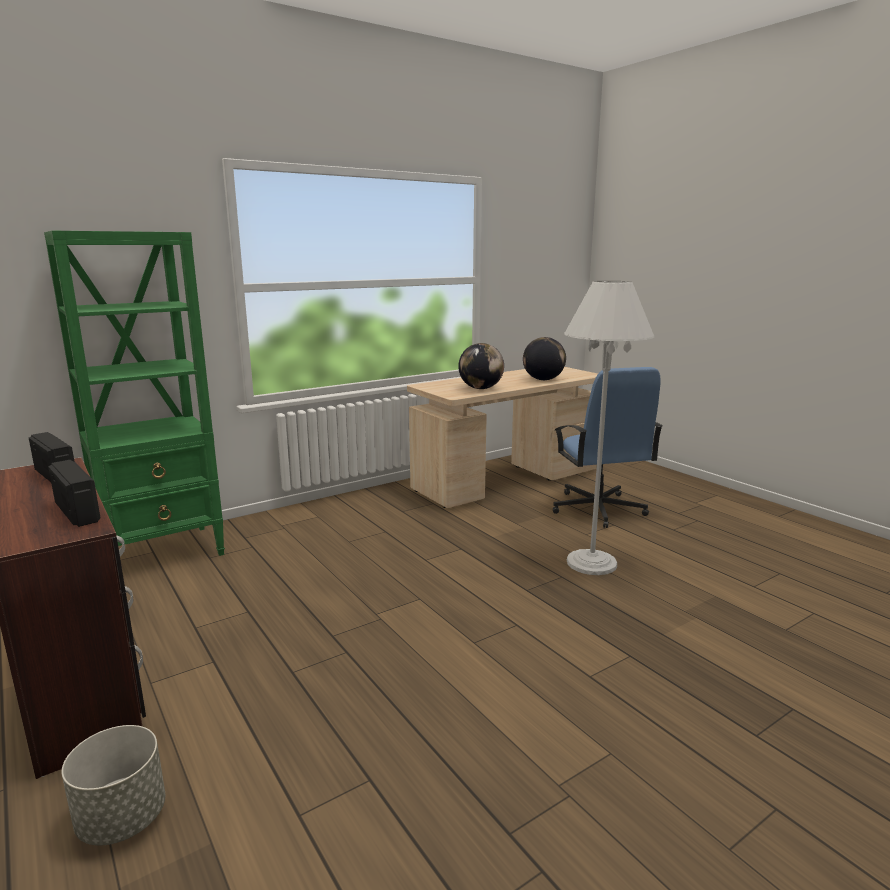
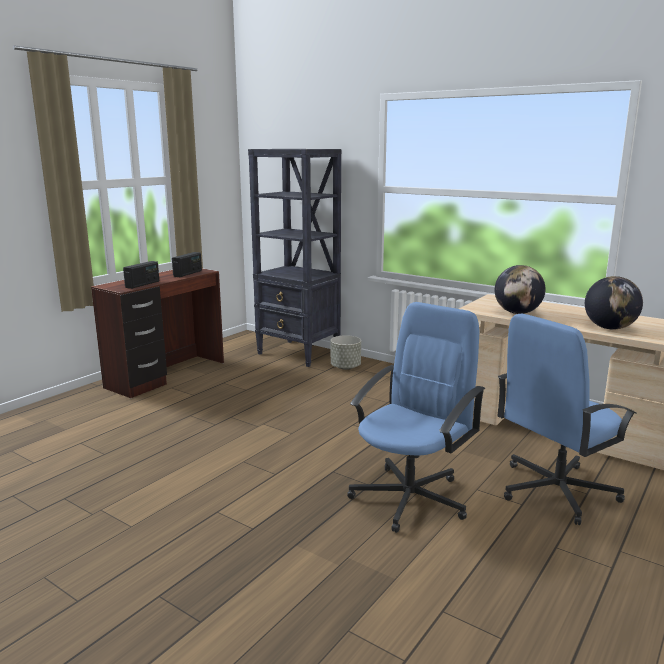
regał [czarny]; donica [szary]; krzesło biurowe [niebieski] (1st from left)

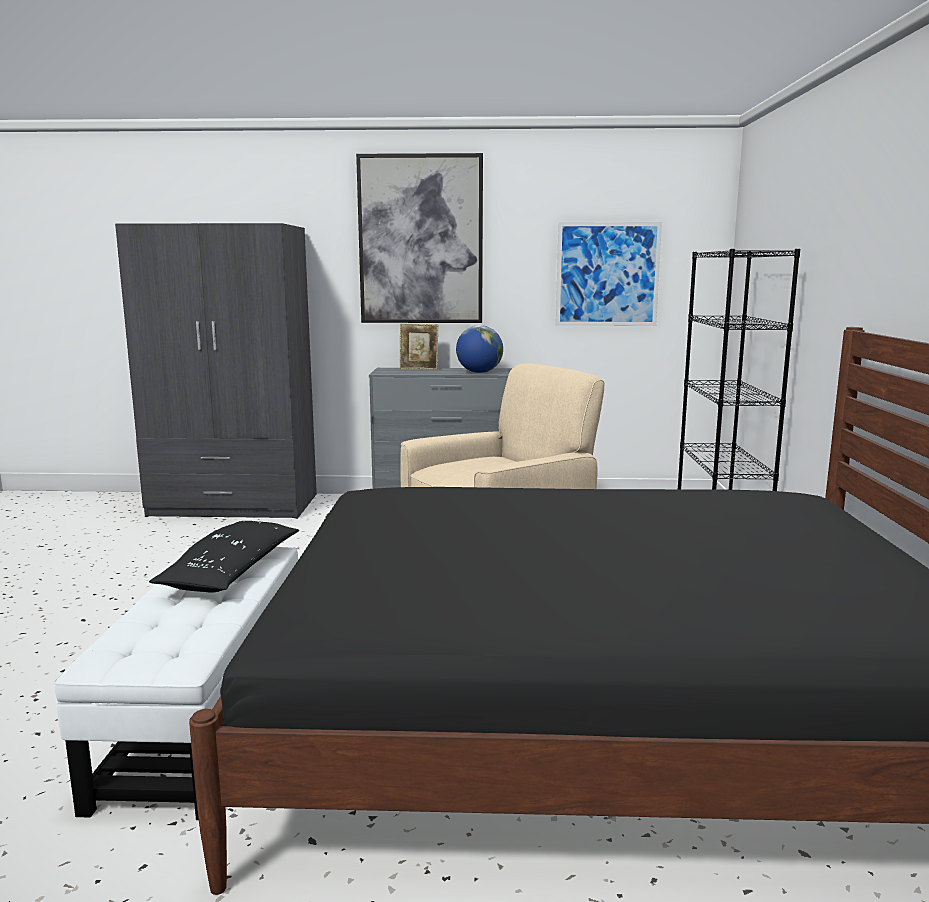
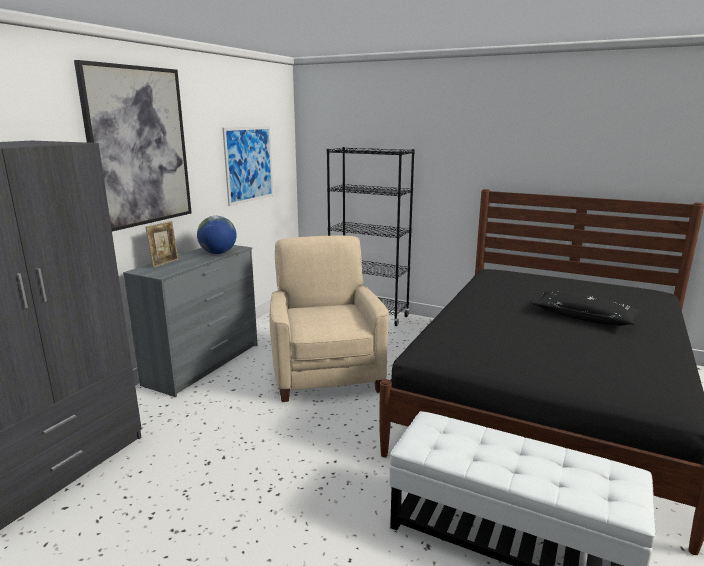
poduszka [czarny]

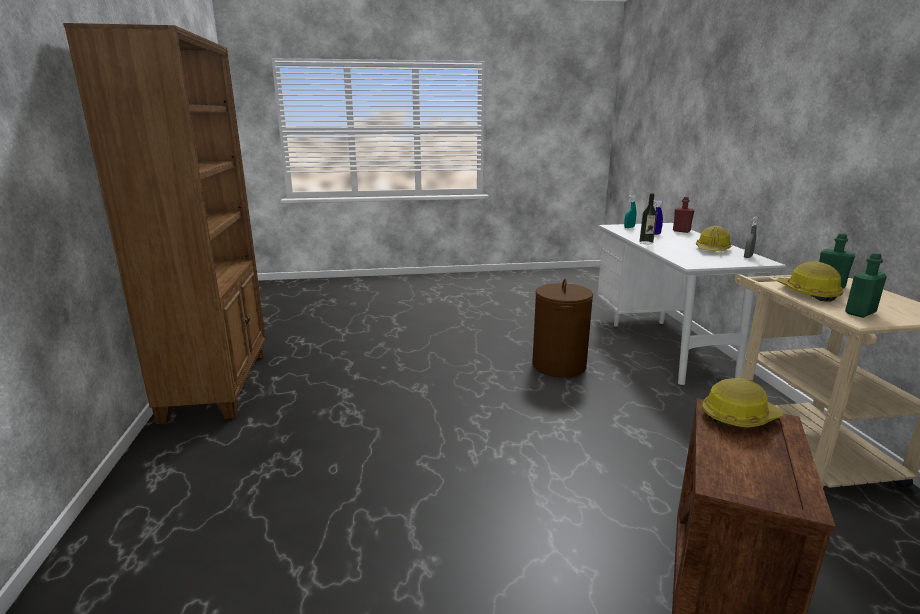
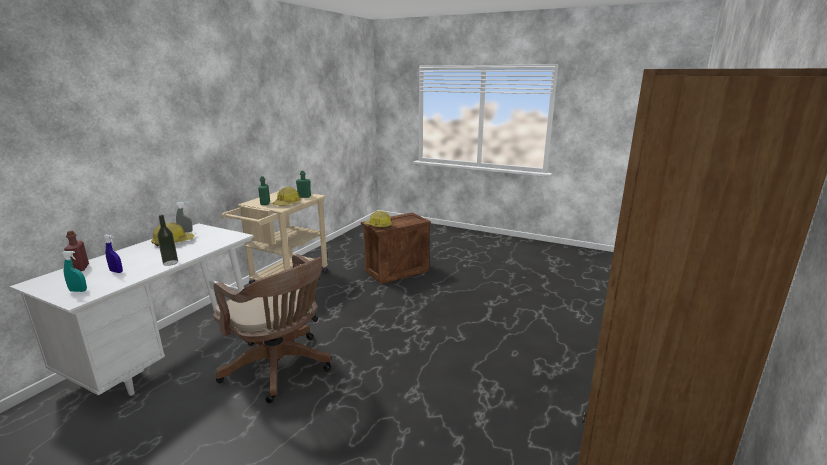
krzesło biurowe [brązowy]

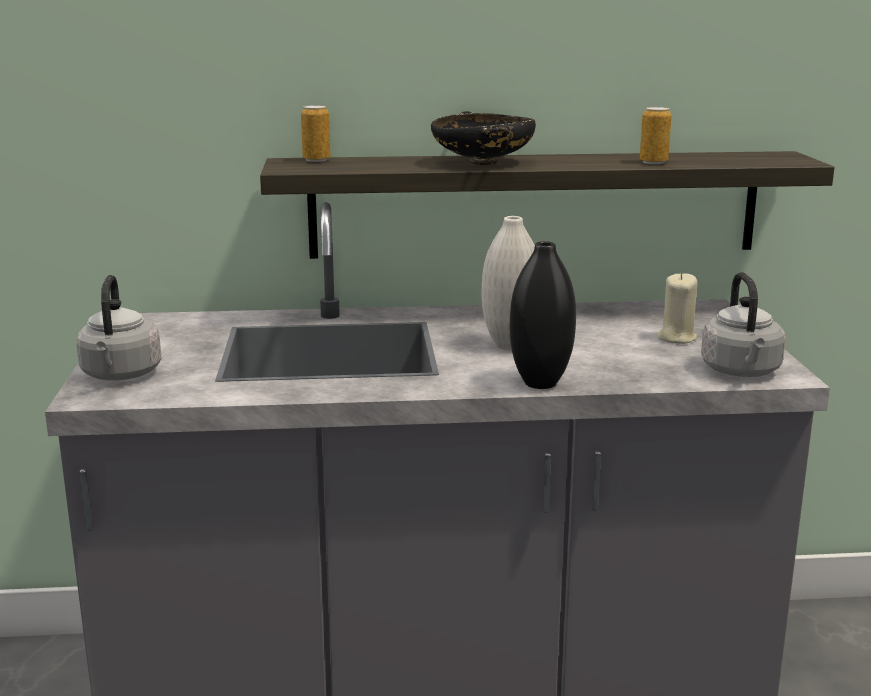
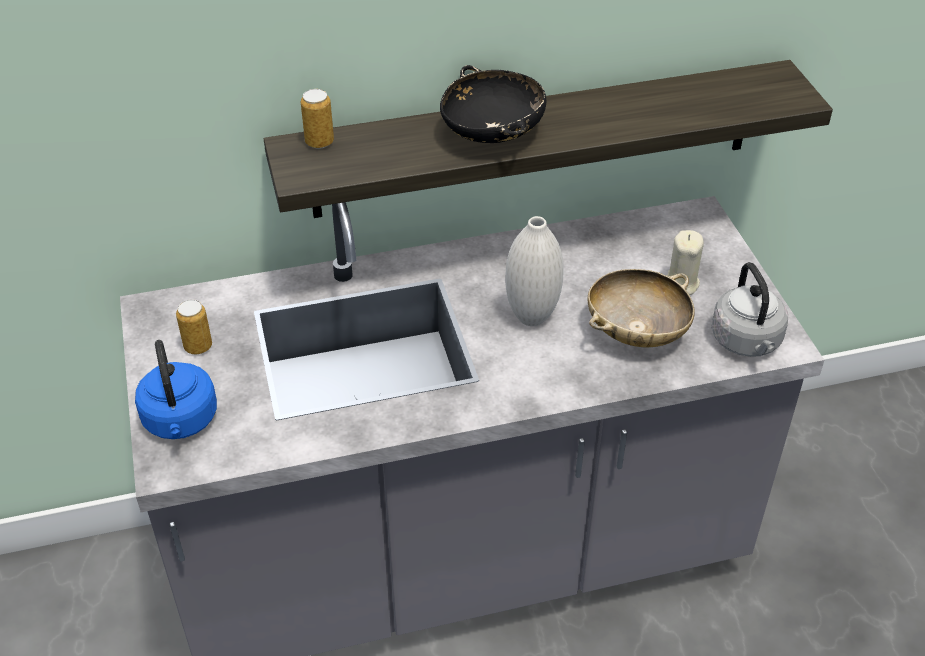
czajnik [niebieski]; puszka (1st from left); miska [beżowy]; wazon [czarny]

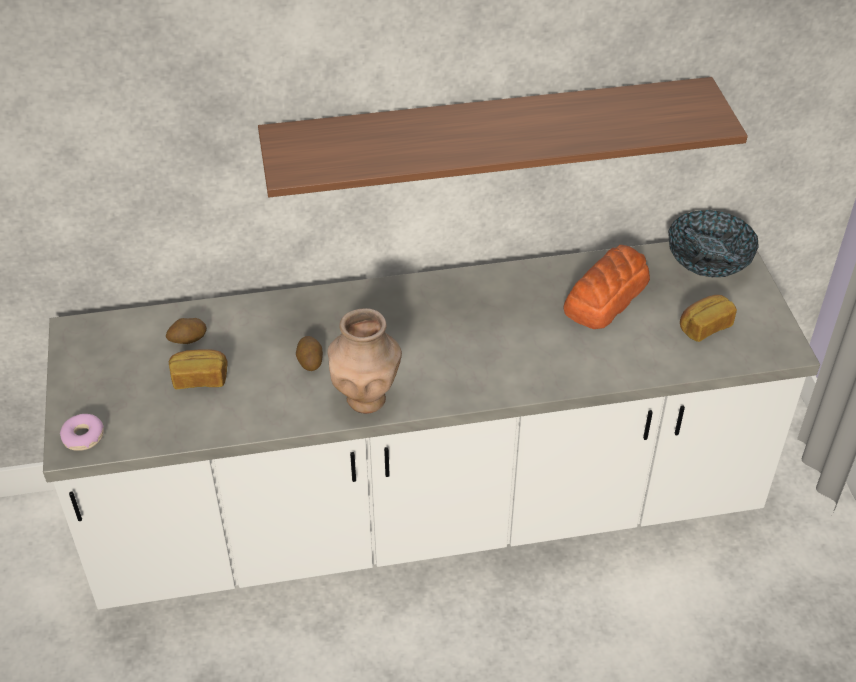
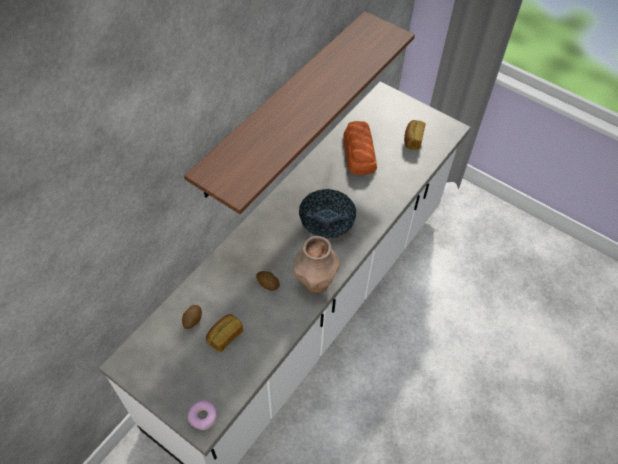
miska

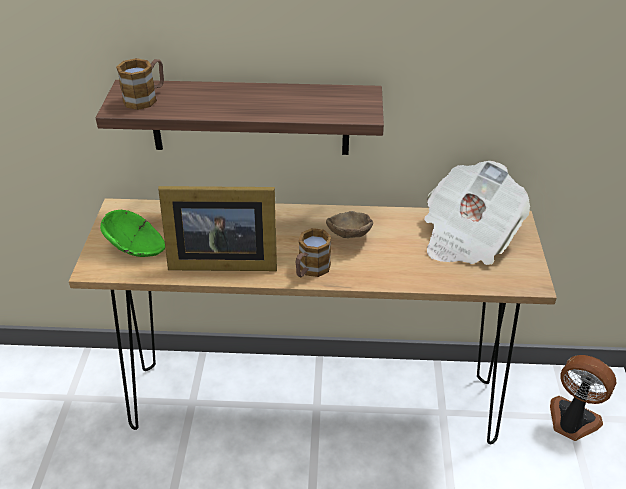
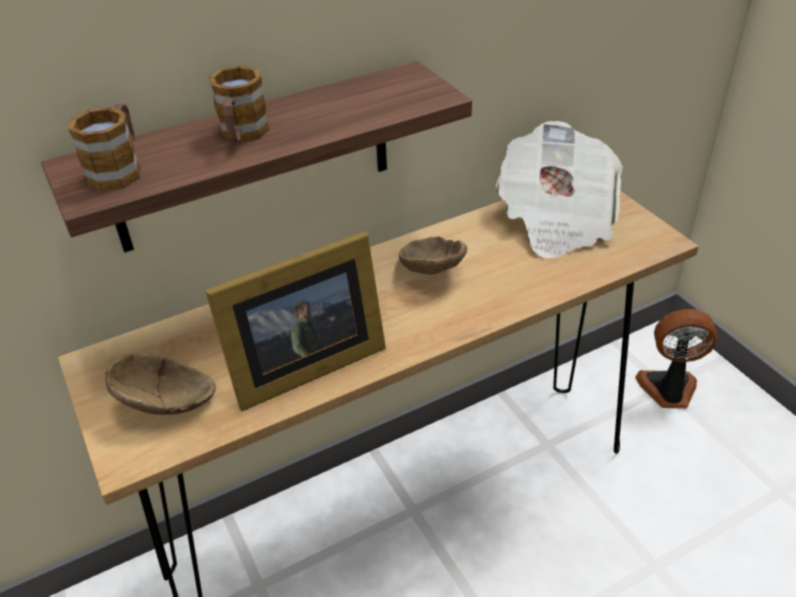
miska [brązowy] (1st from left); kubek (2nd from left)

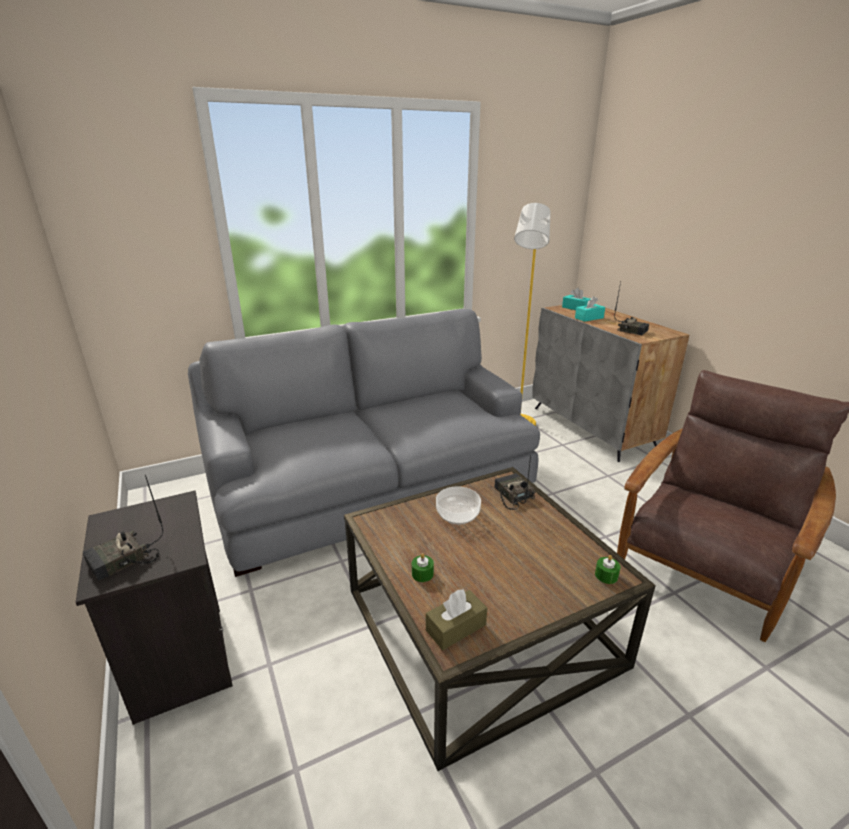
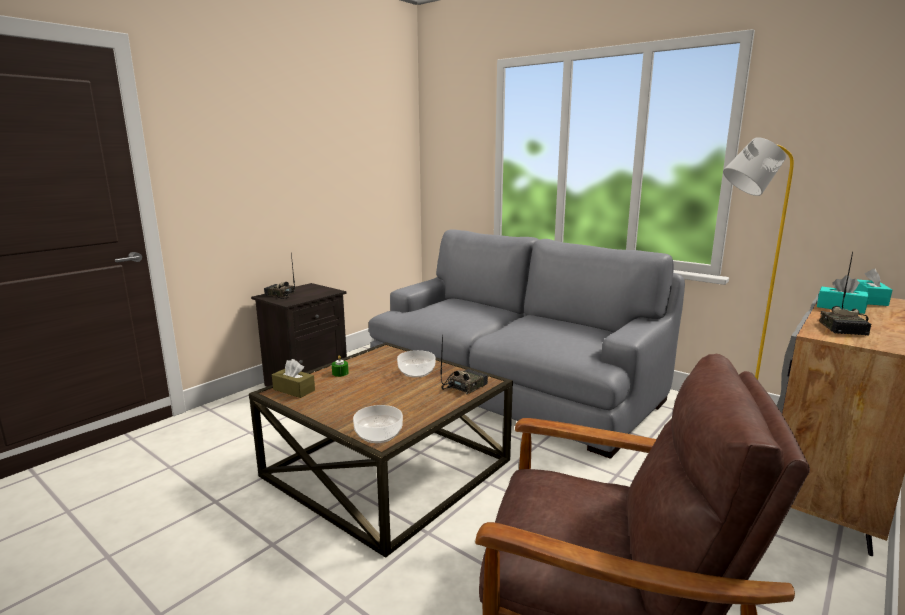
miska (1st from left)

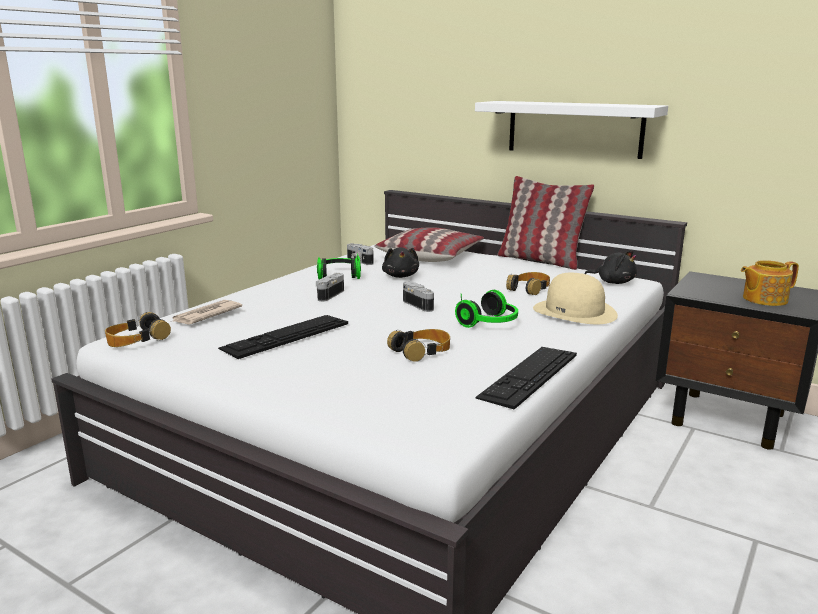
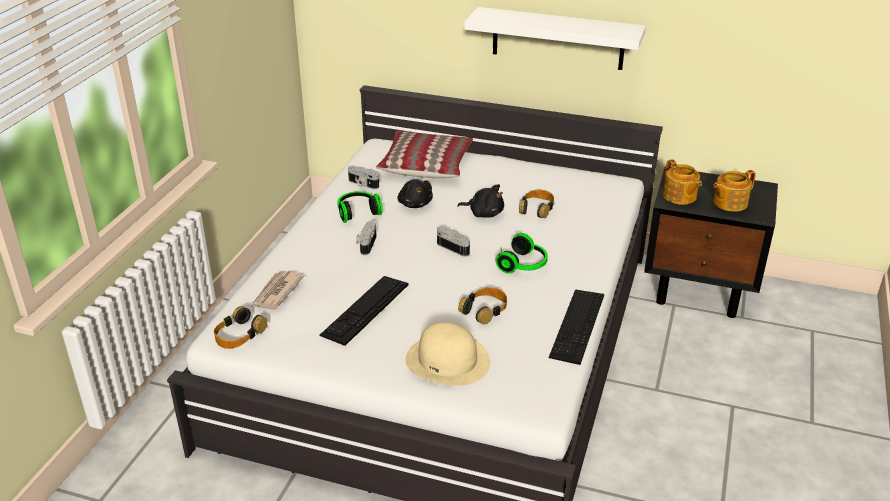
kapelusz [beżowy]; pluszak [czarny] (2nd from left); imbryk (1st from left); poduszka (2nd from left in the first image)

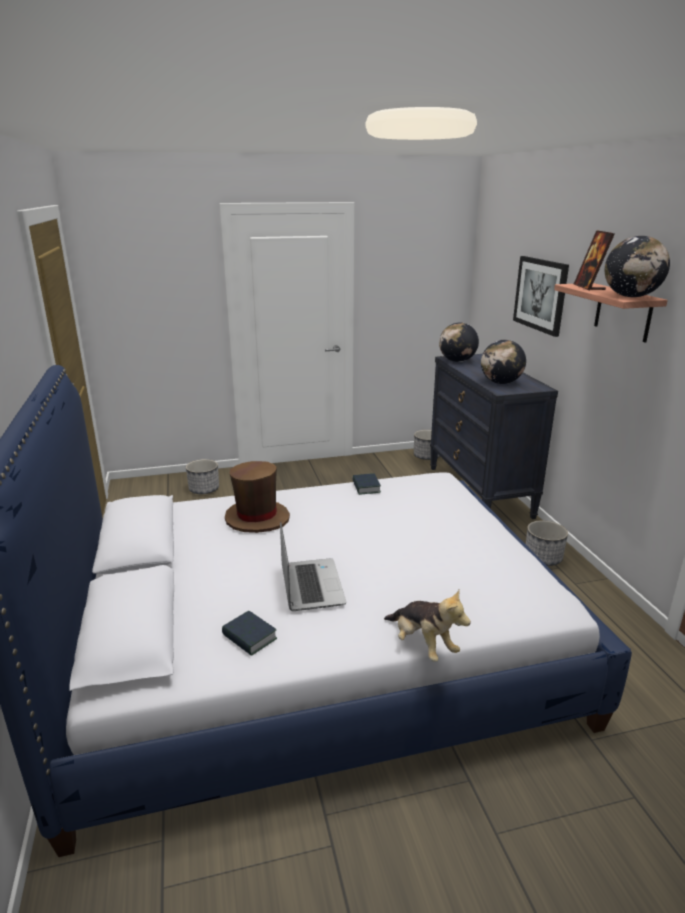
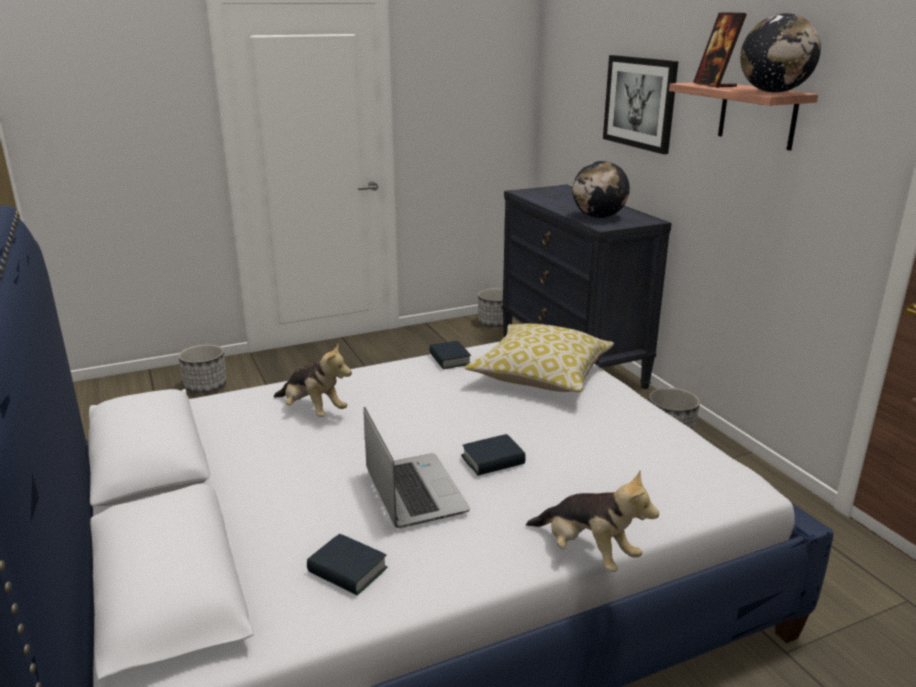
pluszak (1st from left); książka (3rd from left); poduszka; globus (1st from left in the first image)

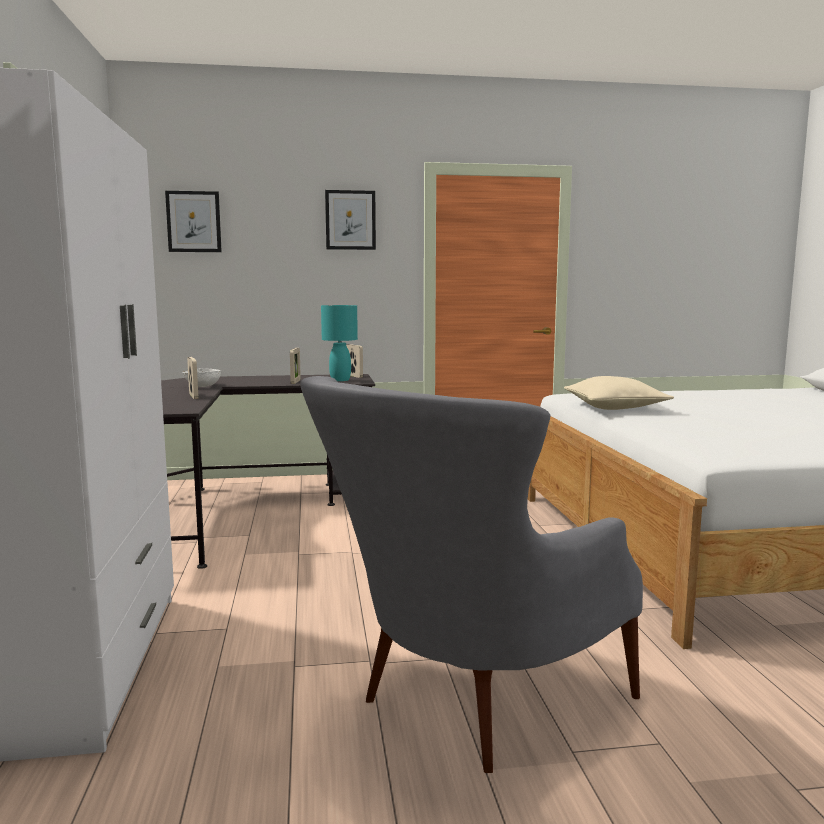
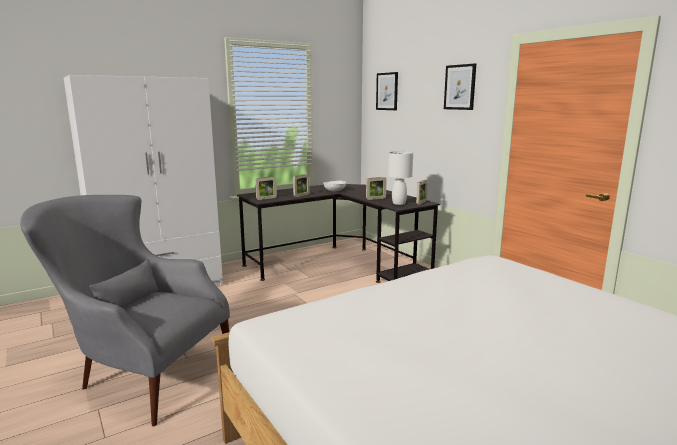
ramka na zdjęcie (1st from left); lampa stołowa [biały]; poduszka [beżowy]

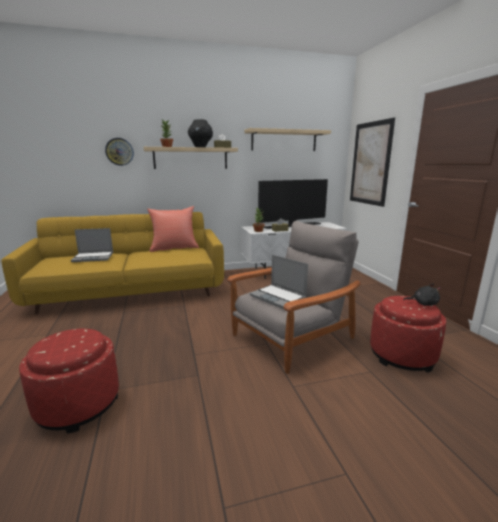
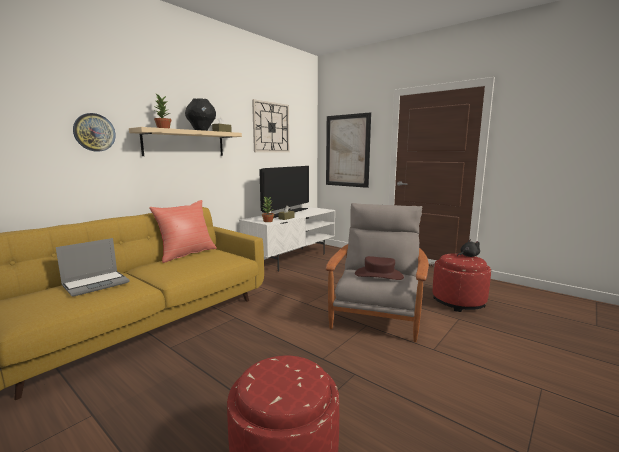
zegar ścienny (2nd from left); kapelusz [brązowy]

